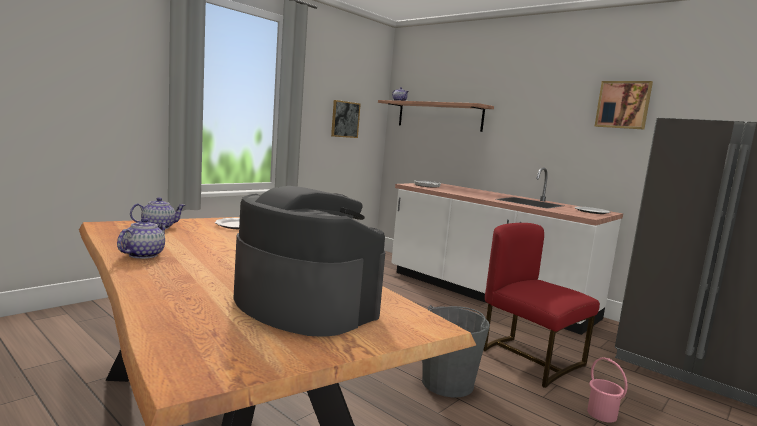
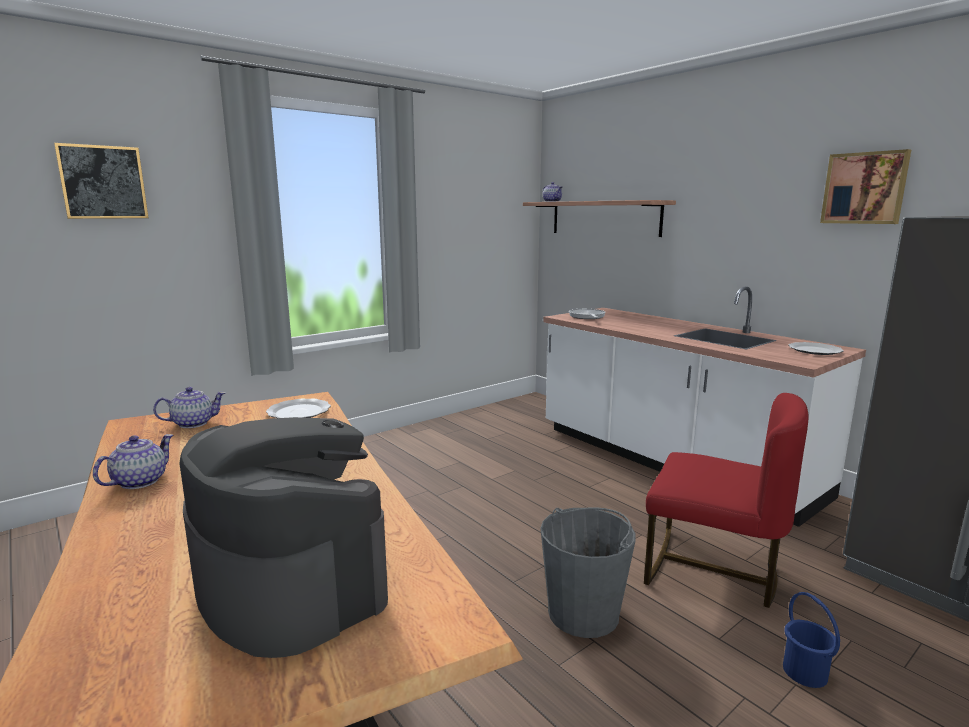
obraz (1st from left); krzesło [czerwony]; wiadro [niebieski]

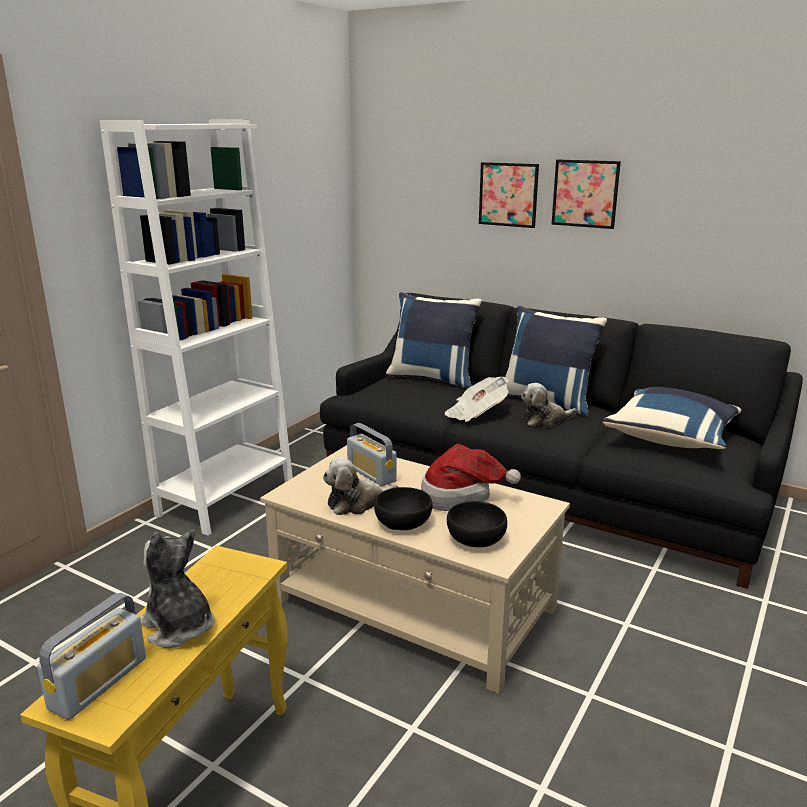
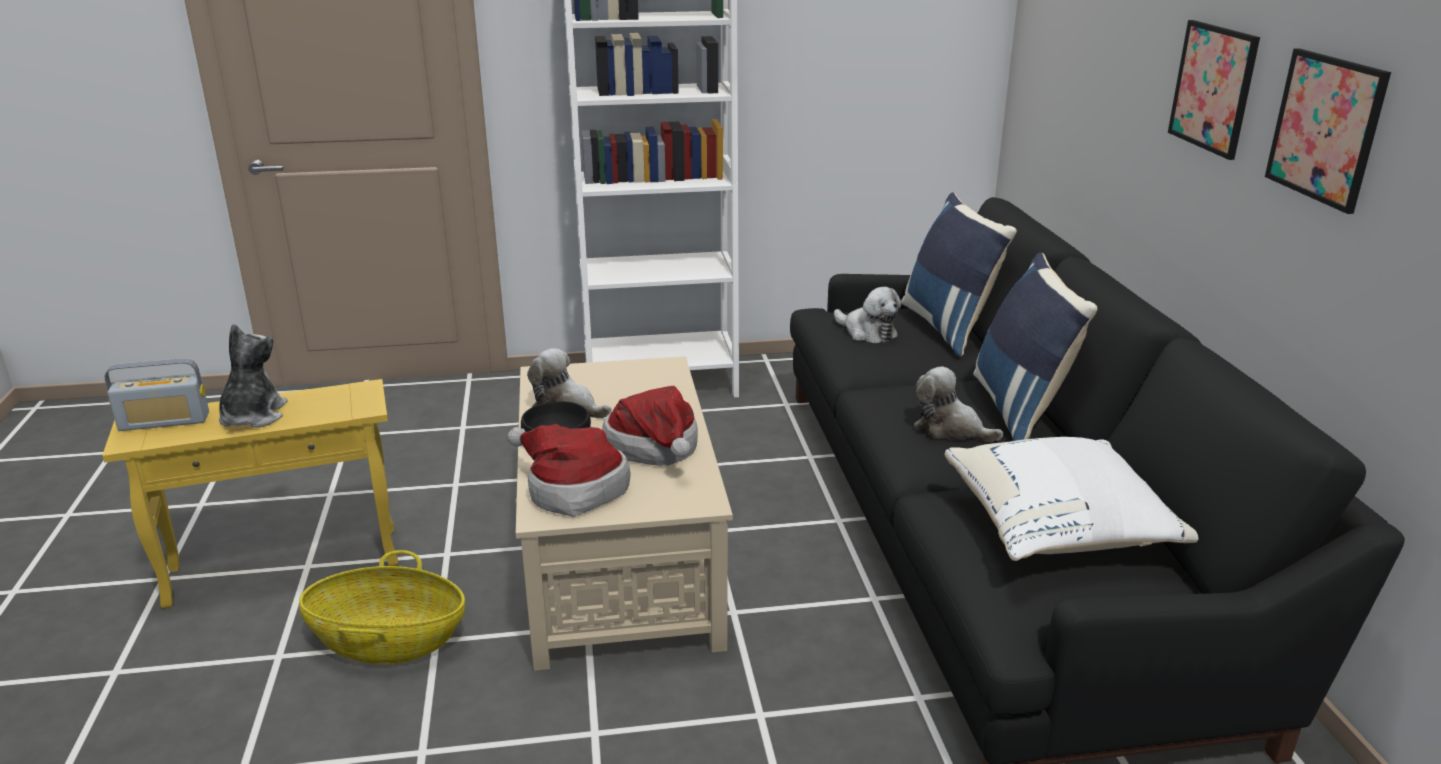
koszyk; kapelusz (1st from left); pluszak (3rd from left); poduszka [biały]; obraz (2nd from left); radio (2nd from left in the first image); gazeta

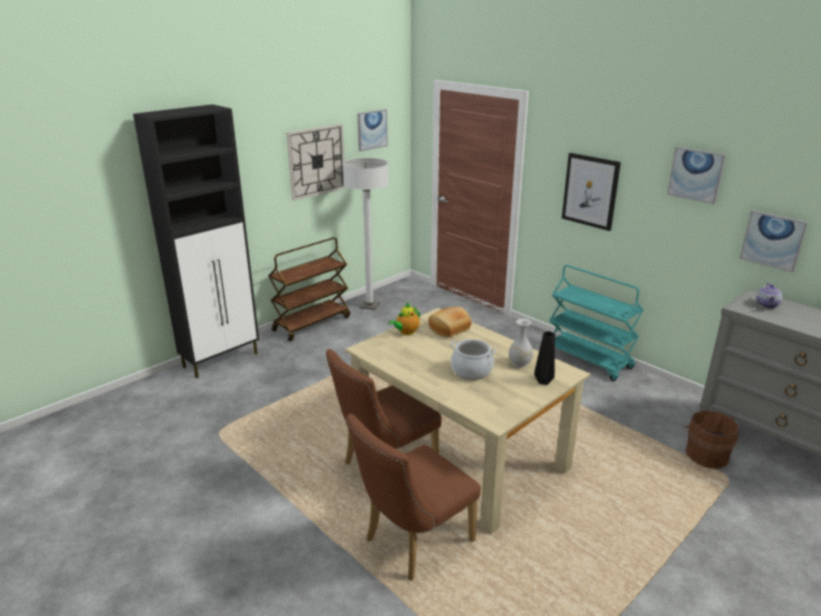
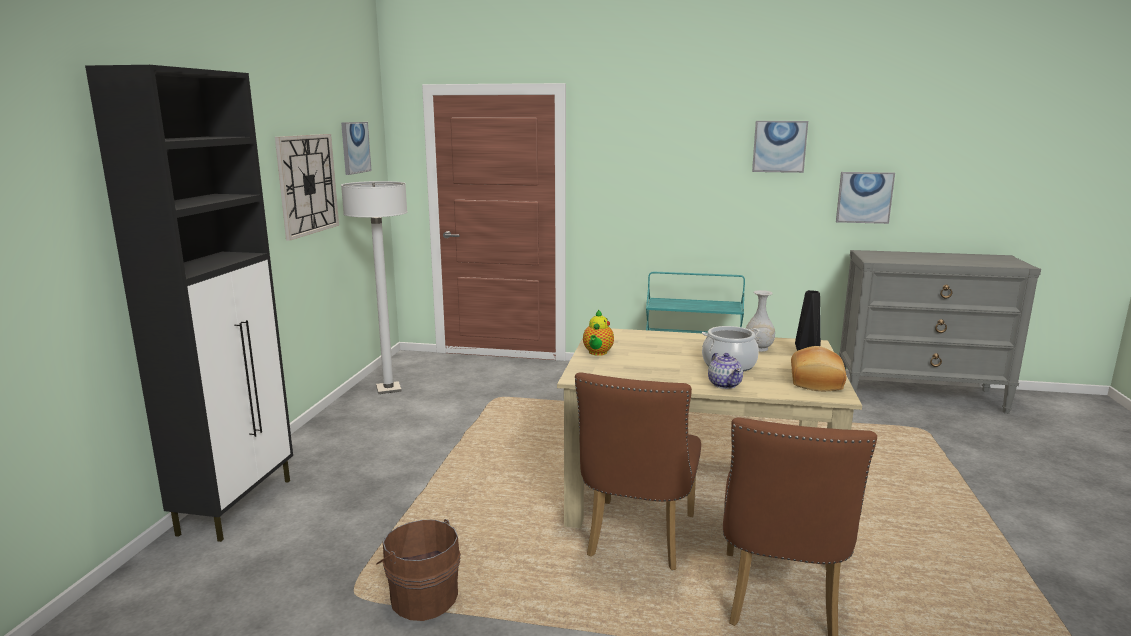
wiadro [brązowy]; imbryk (2nd from left); chleb; wózek [brązowy]; obraz (2nd from left in the first image)

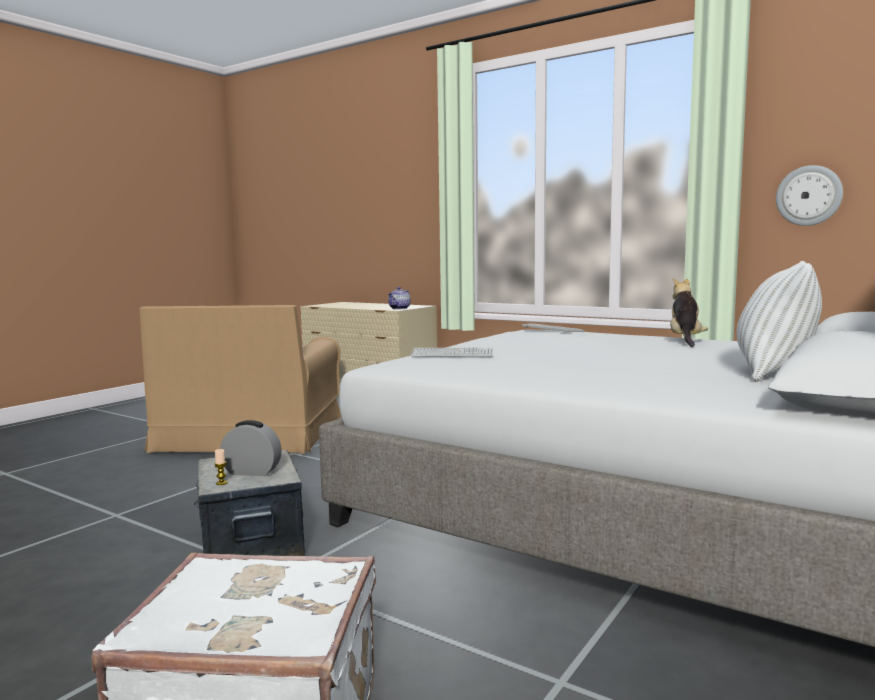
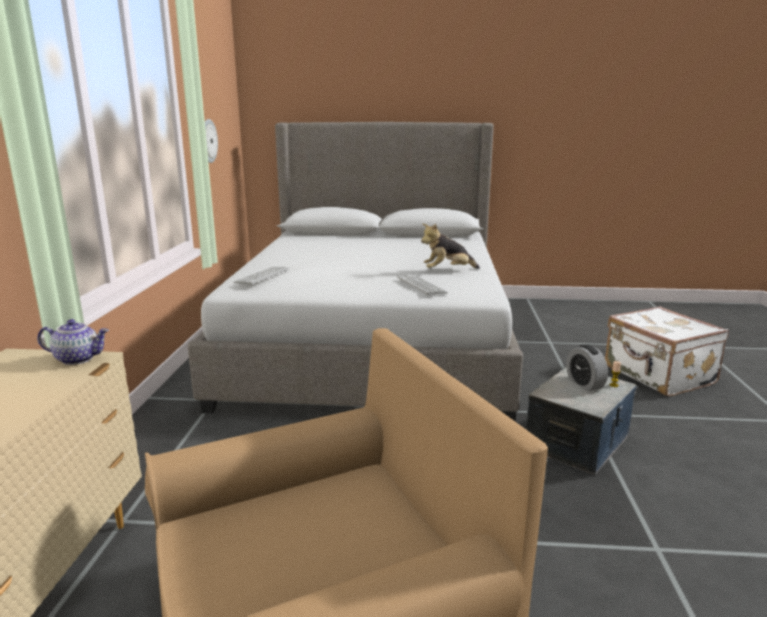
pluszak; poduszka [biały]

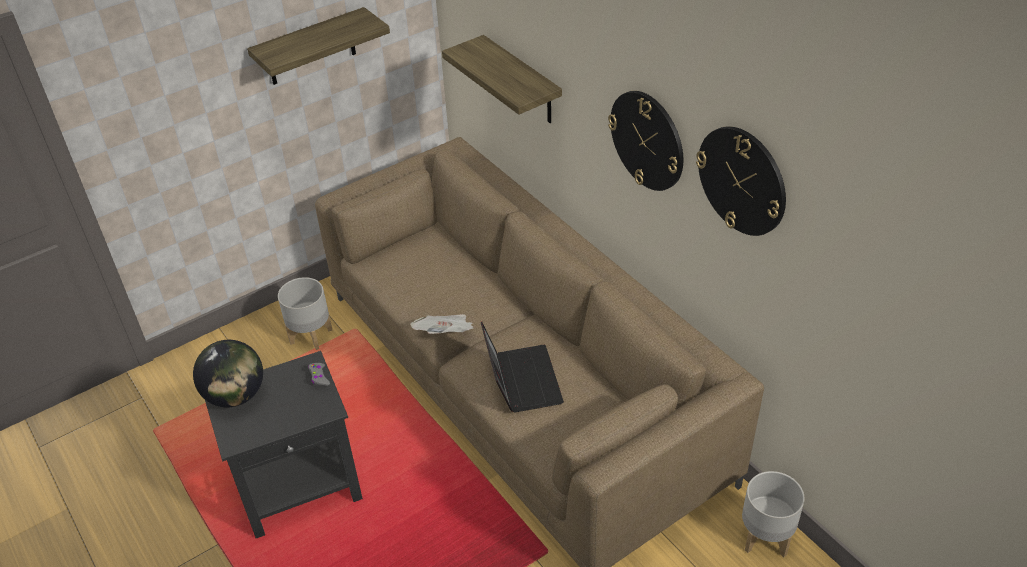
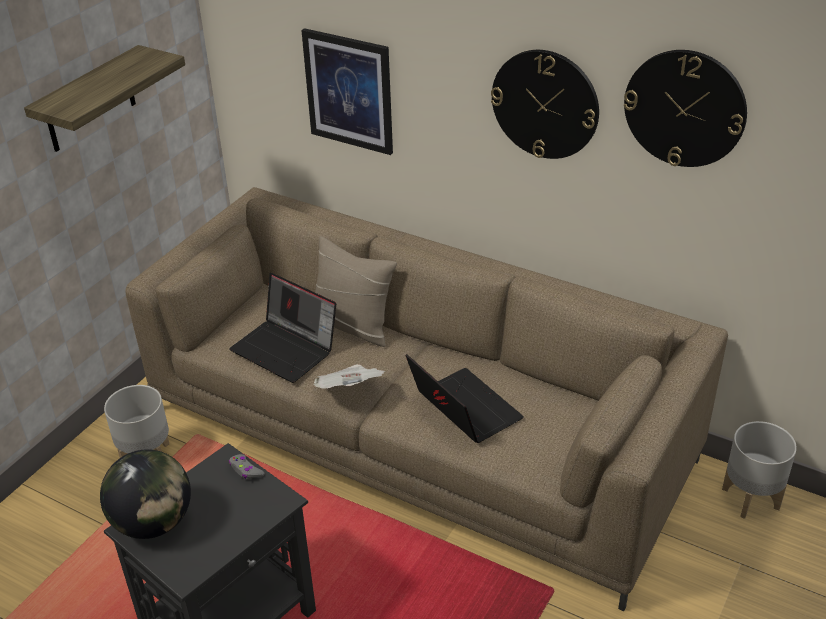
laptop (1st from left); obraz; poduszka [beżowy]

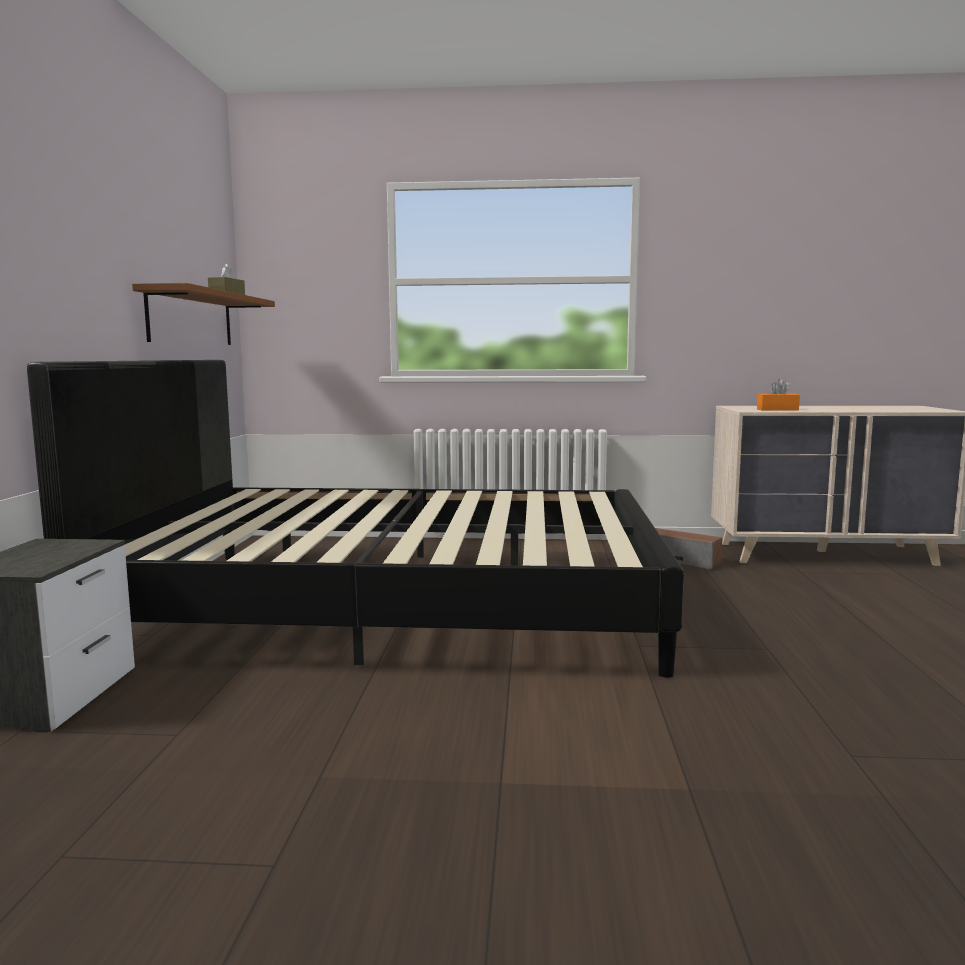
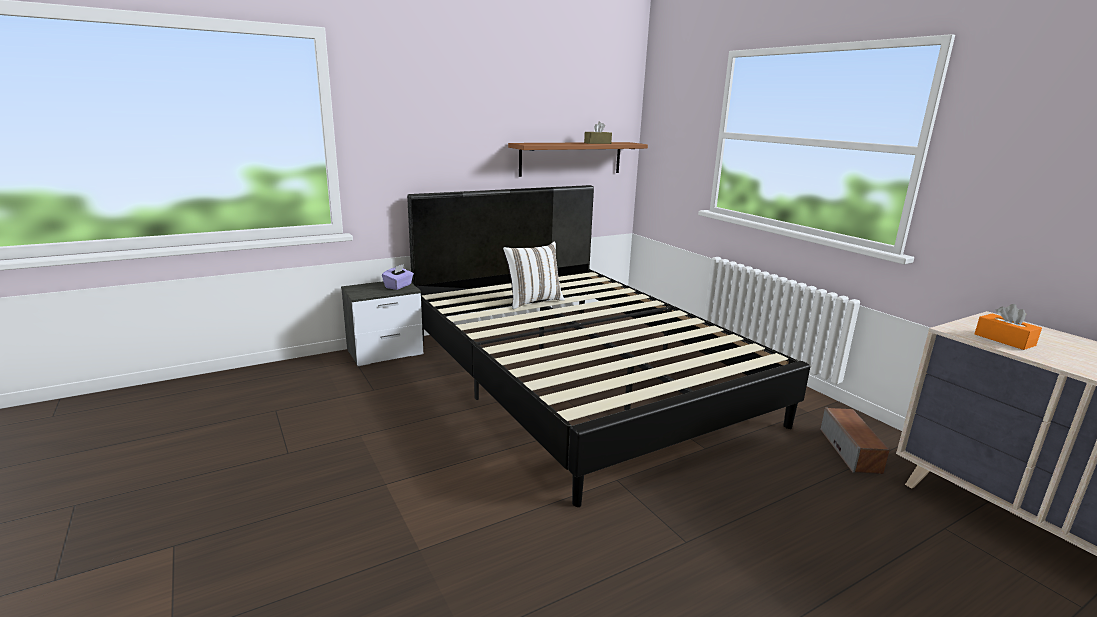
pudełko chusteczek [fioletowy]; poduszka [biały]

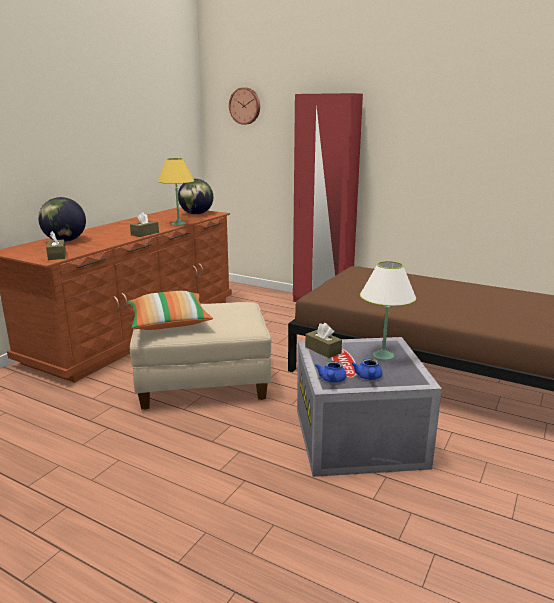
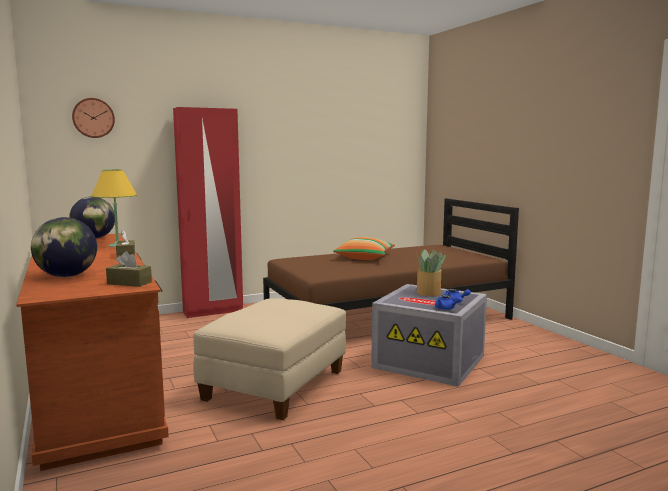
poduszka; roślina doniczkowa; pudełko chusteczek [brązowy] (3rd from left in the first image)

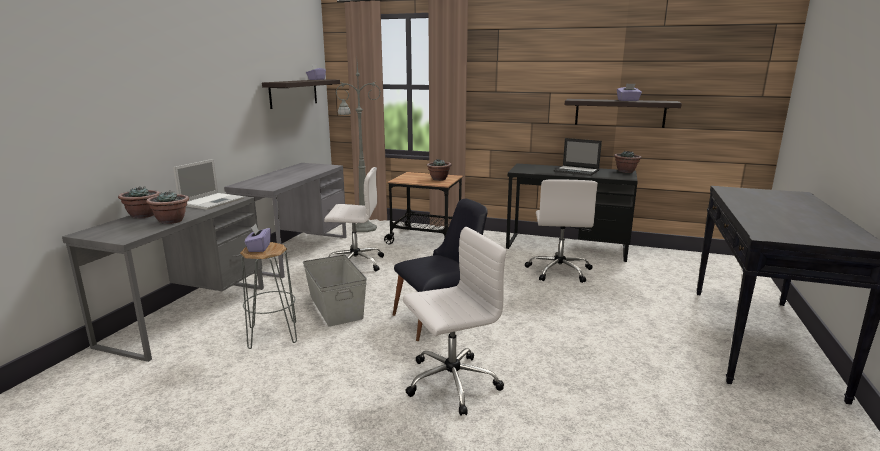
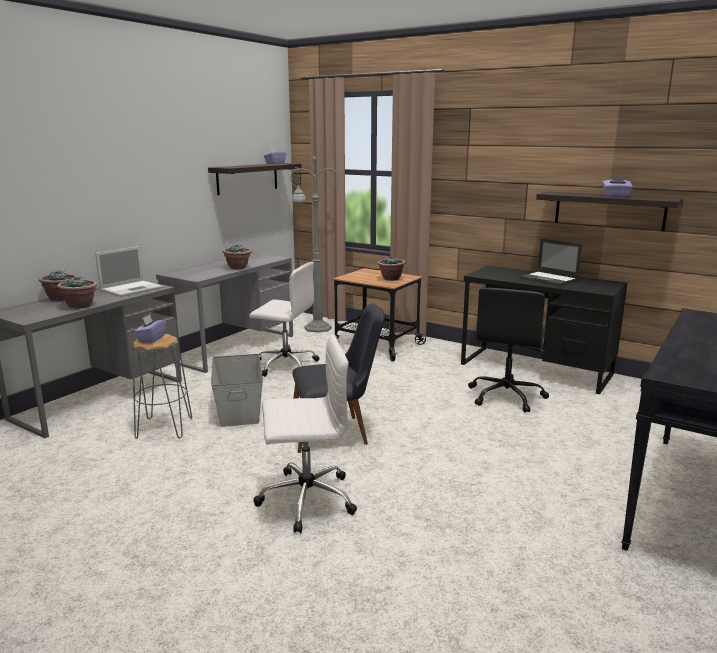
roślina doniczkowa (3rd from left); krzesło biurowe [czarny]

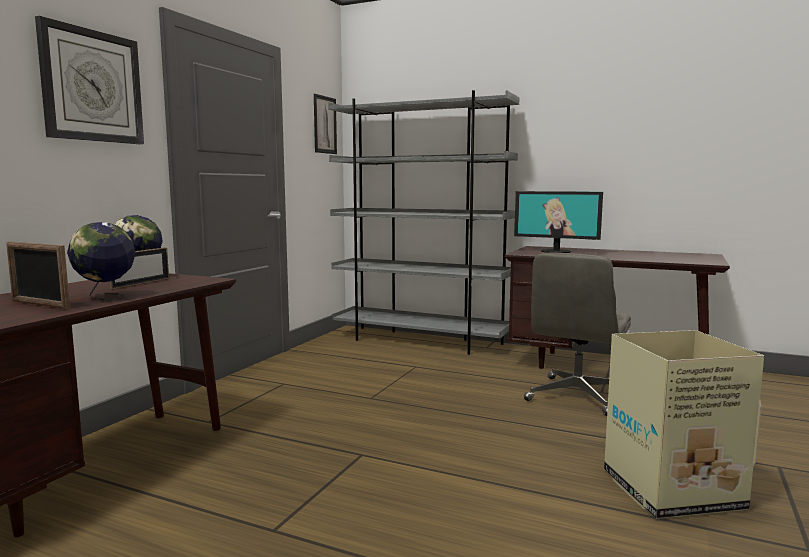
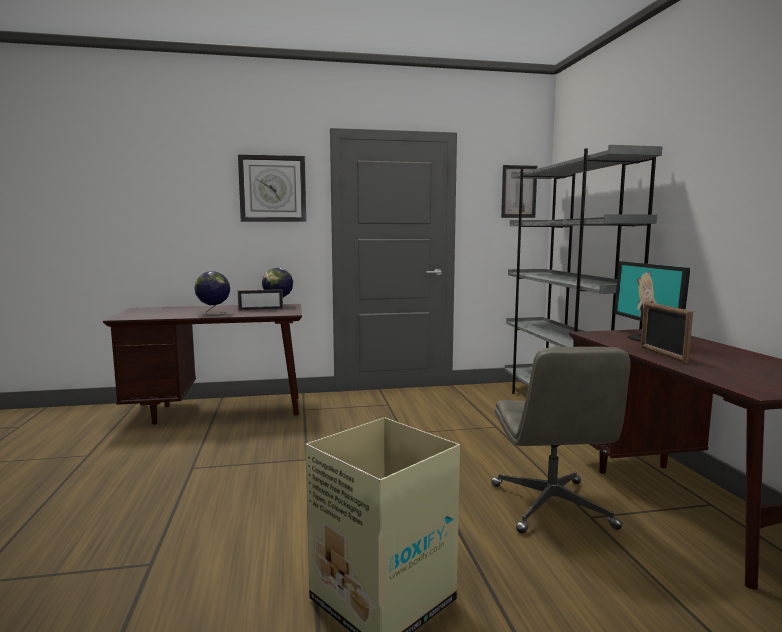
krzesło biurowe [szary]; ramka na zdjęcie (2nd from left)

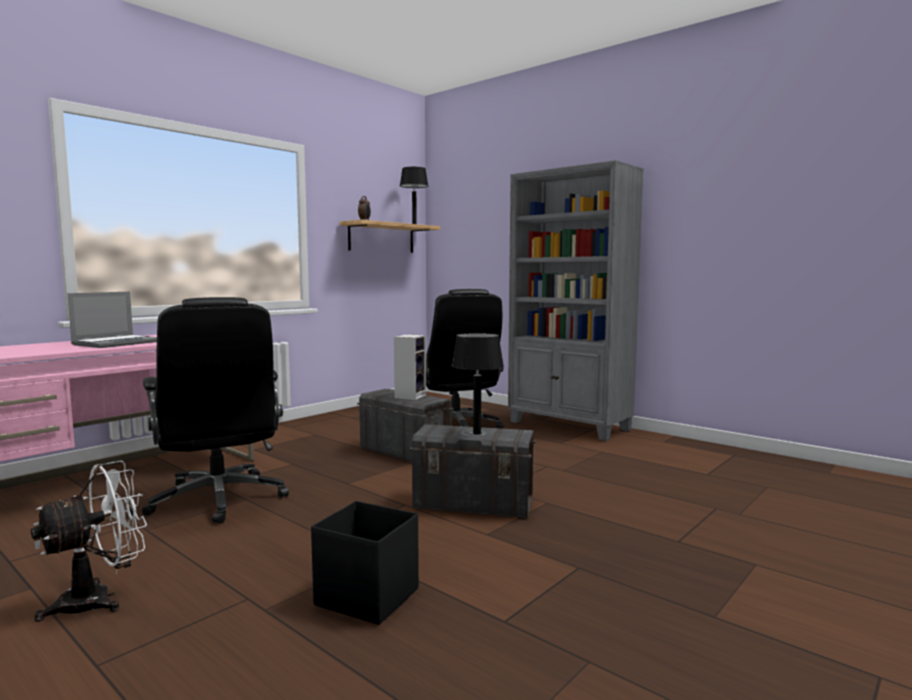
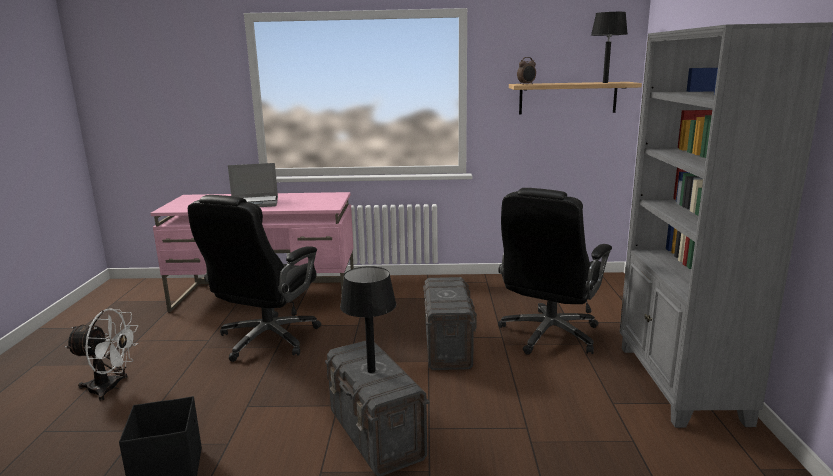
głośnik

